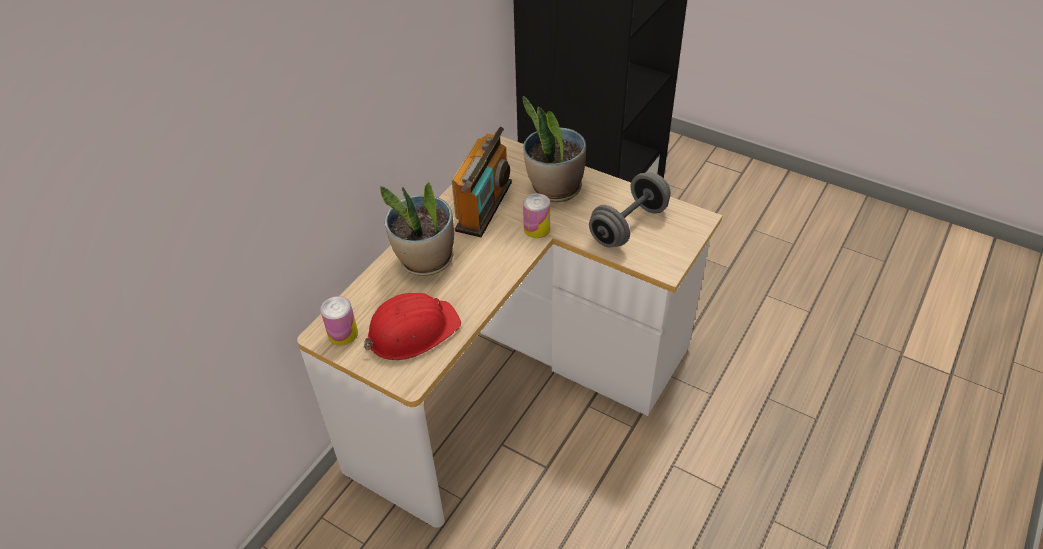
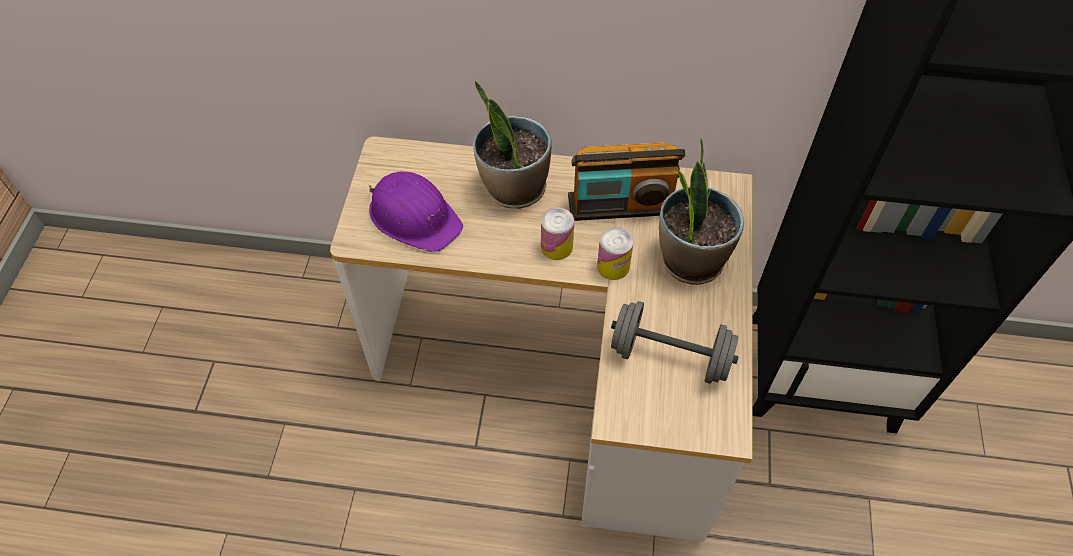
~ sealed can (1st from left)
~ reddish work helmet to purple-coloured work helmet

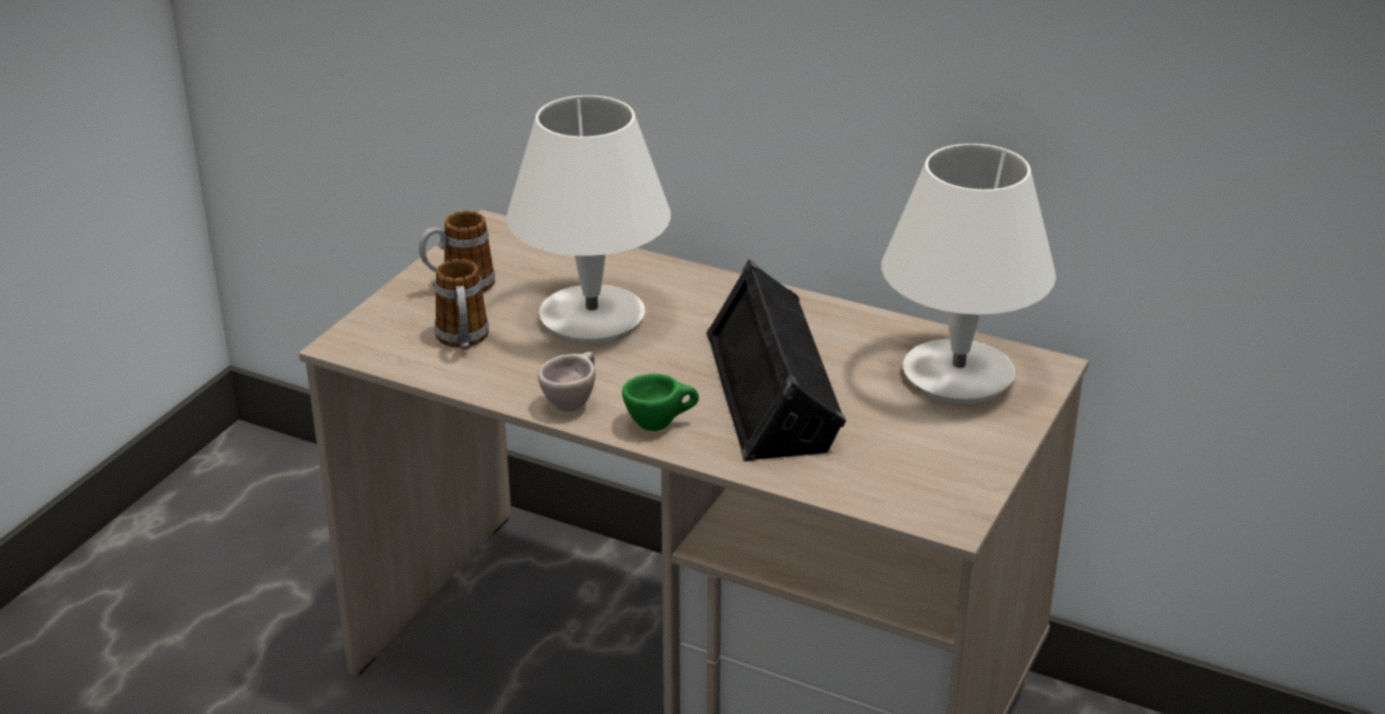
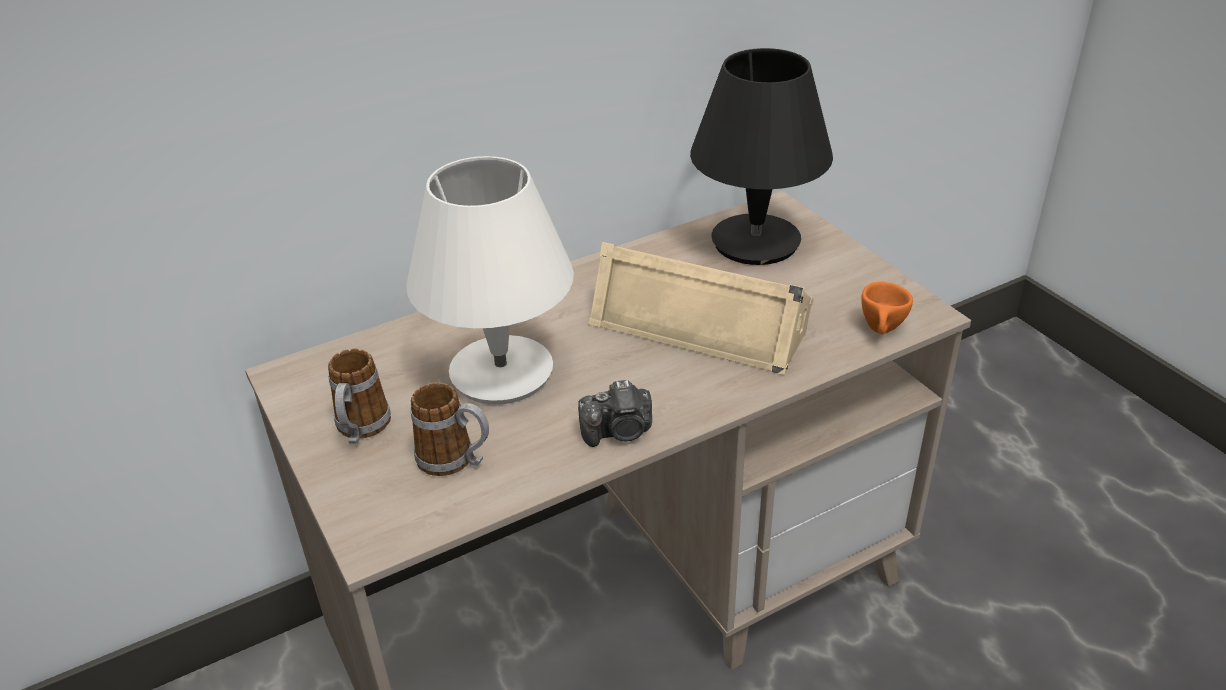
- green-coloured small cup
+ orange-coloured small cup
~ sand-coloured small cup to photo camera
~ black loudspeaker to sand-coloured loudspeaker
~ white-coloured tabletop lamp (2nd from left) to black tabletop lamp

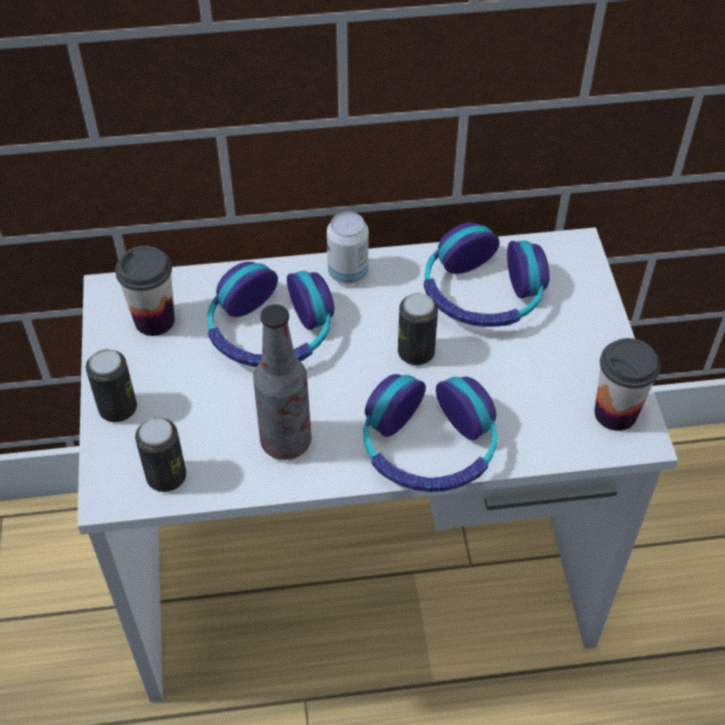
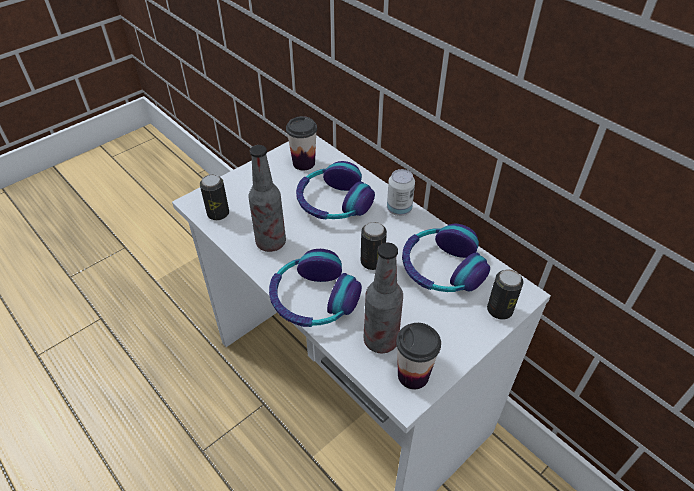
+ bottle (2nd from left)
~ sealed can (1st from left in the first image) to sealed can (4th from left)

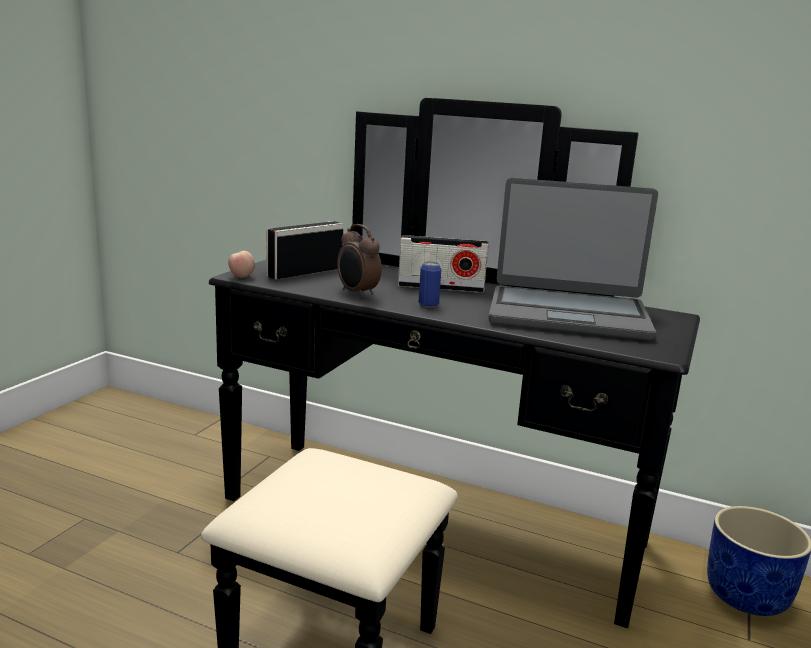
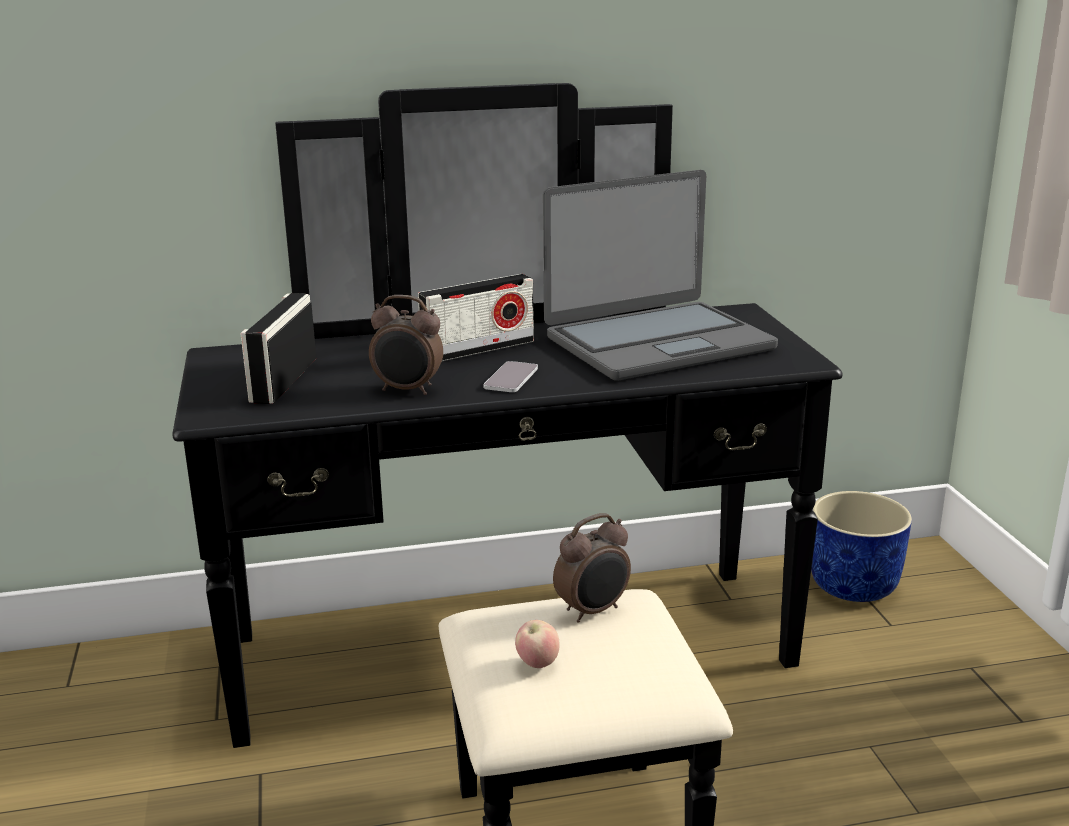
+ table clock (2nd from left)
~ whole apple
~ sealed can to handset

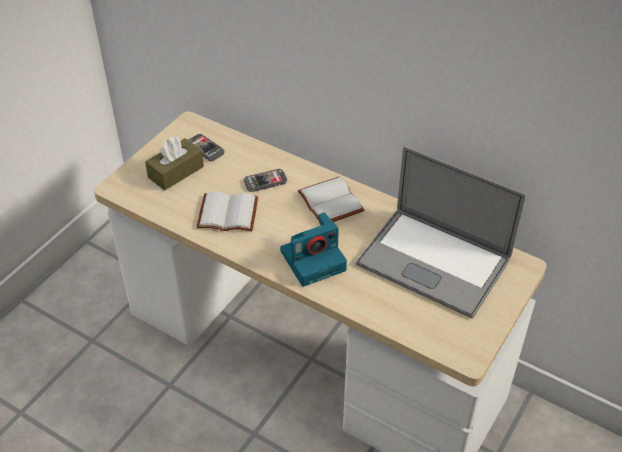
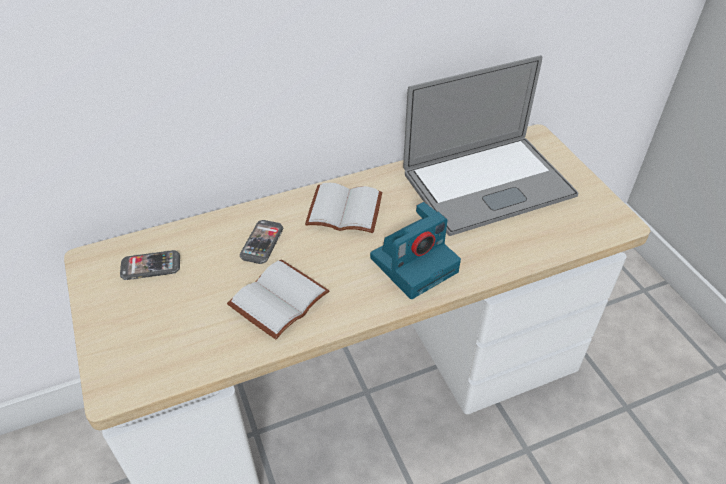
- brown-coloured tissue holder
~ photo camera 45 degrees clockwise

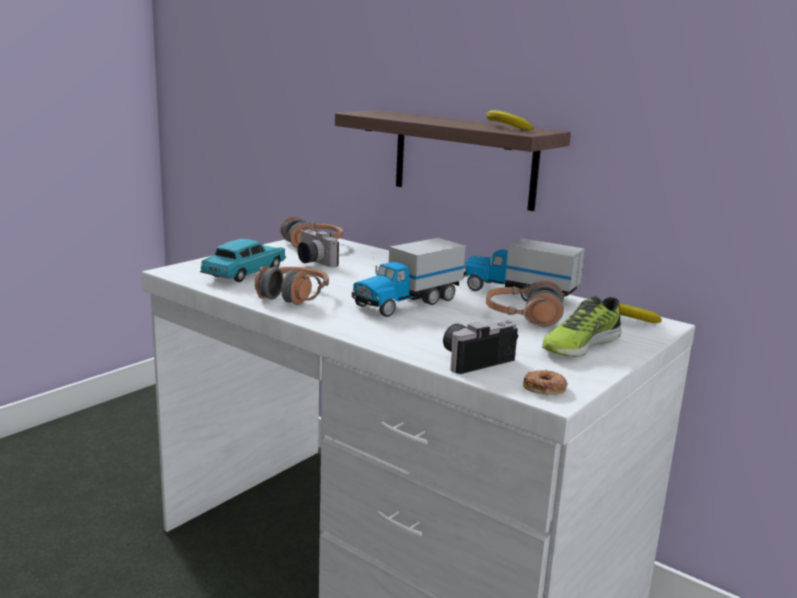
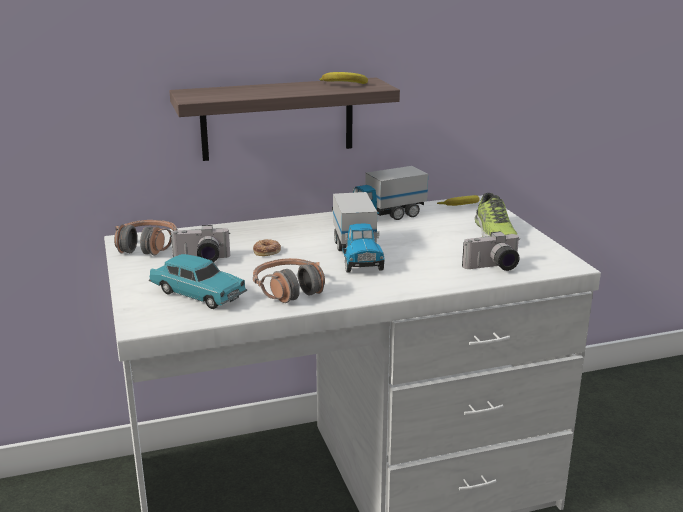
- headset (3rd from left)
~ ring doughnut
~ blue-green miniature car 150 degrees clockwise
~ photo camera (2nd from left) 105 degrees counterclockwise

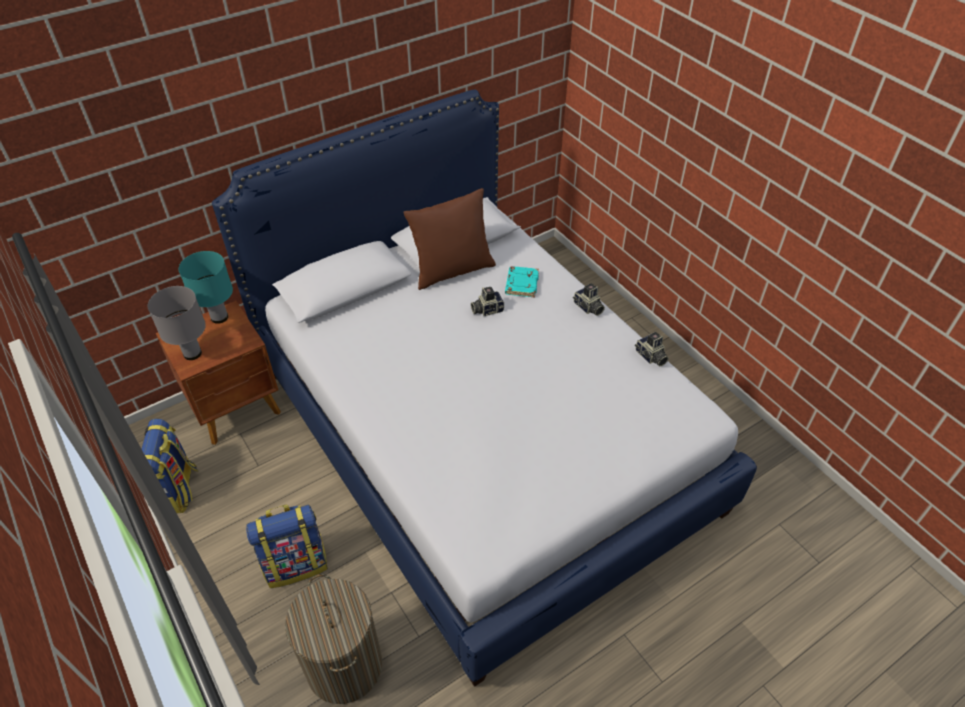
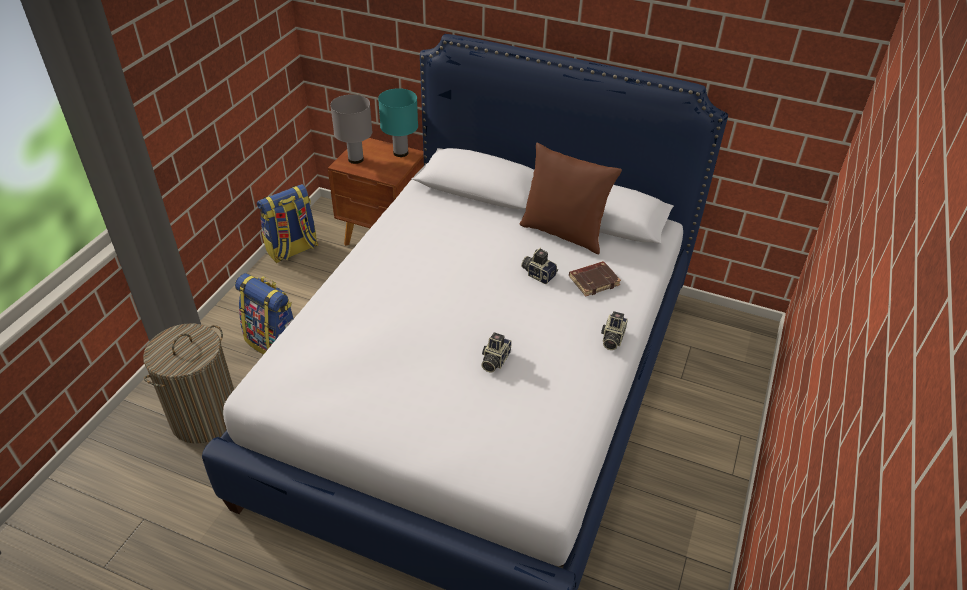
~ photo camera (3rd from left in the first image) to photo camera (1st from left)
~ blue-green book to brown-coloured book

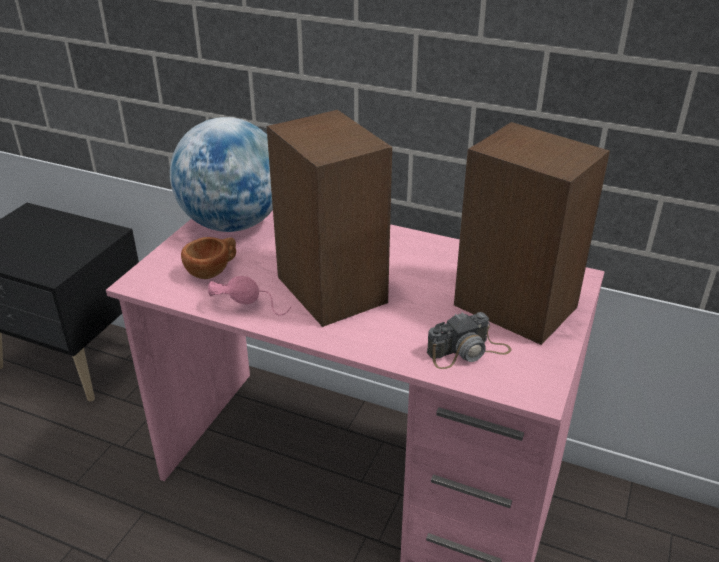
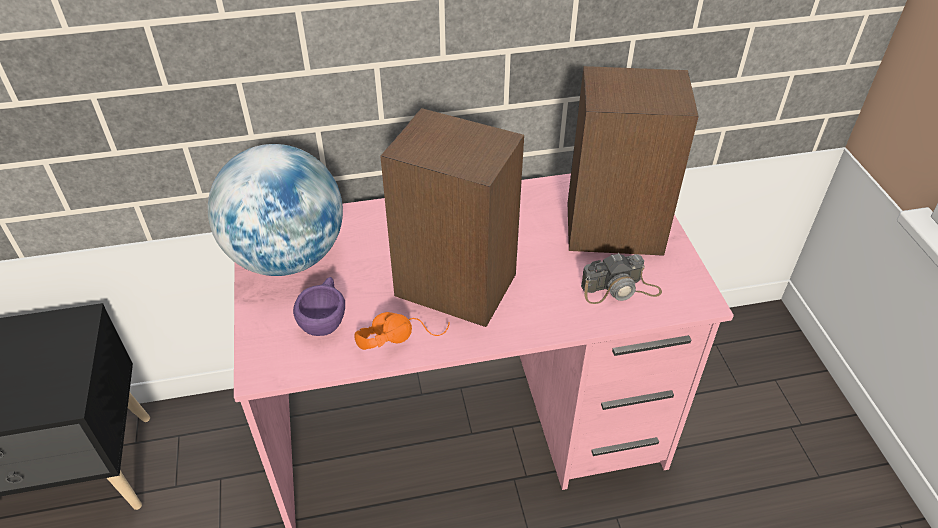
~ brown-coloured small cup to purple-coloured small cup
~ pink headset to orange-coloured headset
~ photo camera 45 degrees clockwise

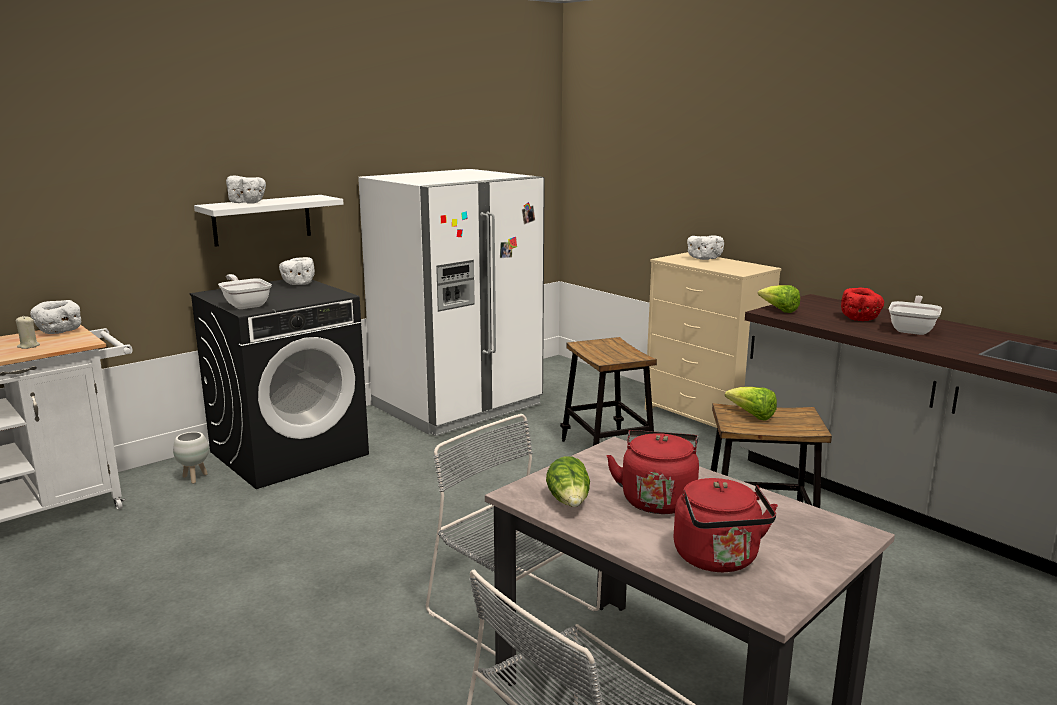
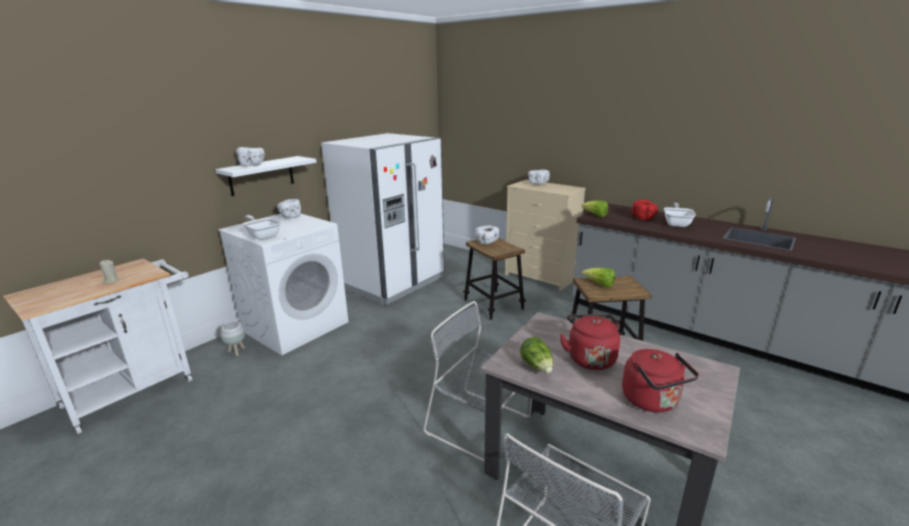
~ white-coloured serving bowl (1st from left in the first image) to white-coloured serving bowl (3rd from left)
~ black washing machine to white-coloured washing machine

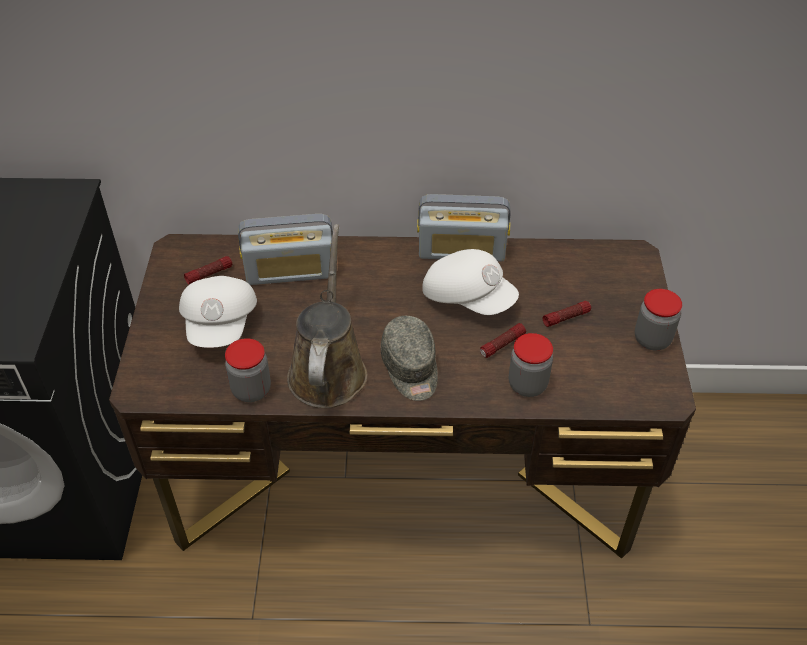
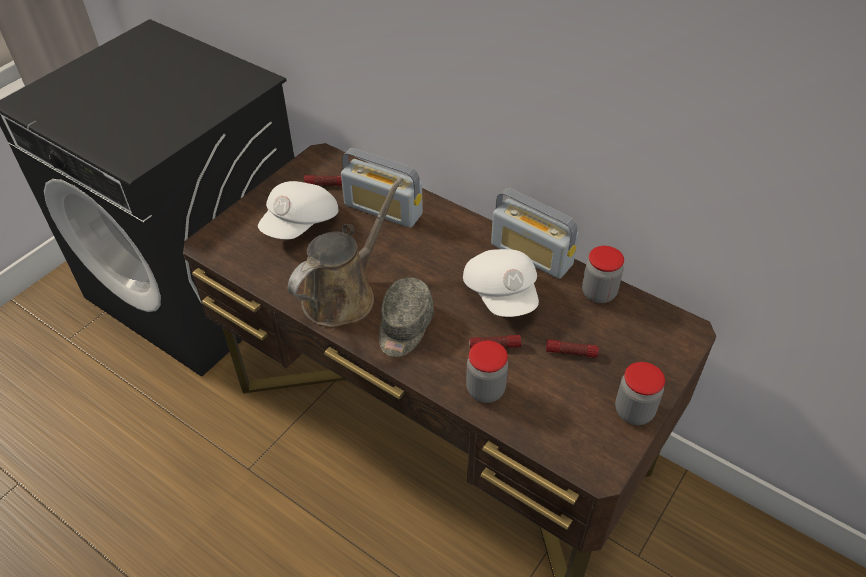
~ jar (1st from left in the first image) to jar (2nd from left)

